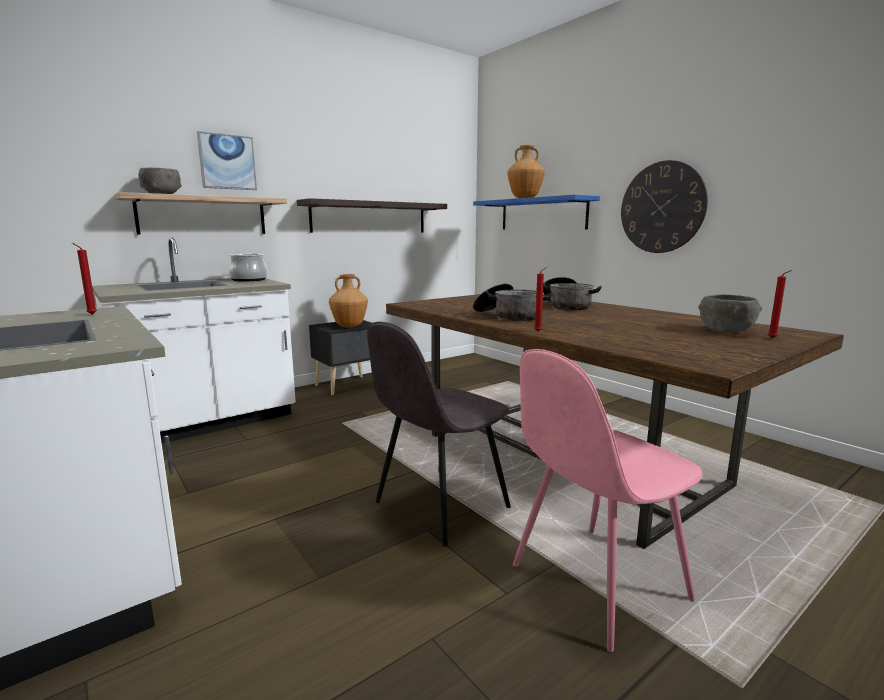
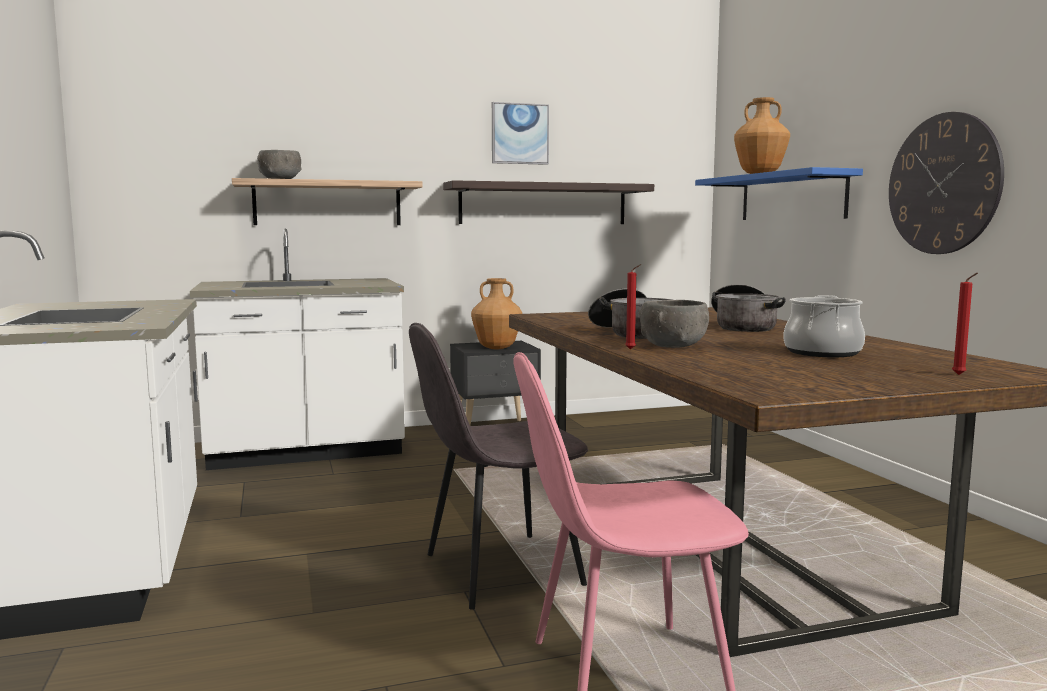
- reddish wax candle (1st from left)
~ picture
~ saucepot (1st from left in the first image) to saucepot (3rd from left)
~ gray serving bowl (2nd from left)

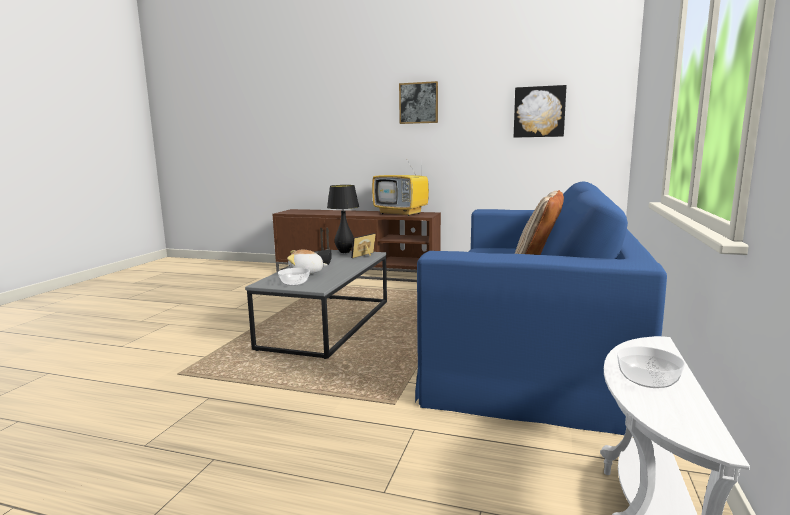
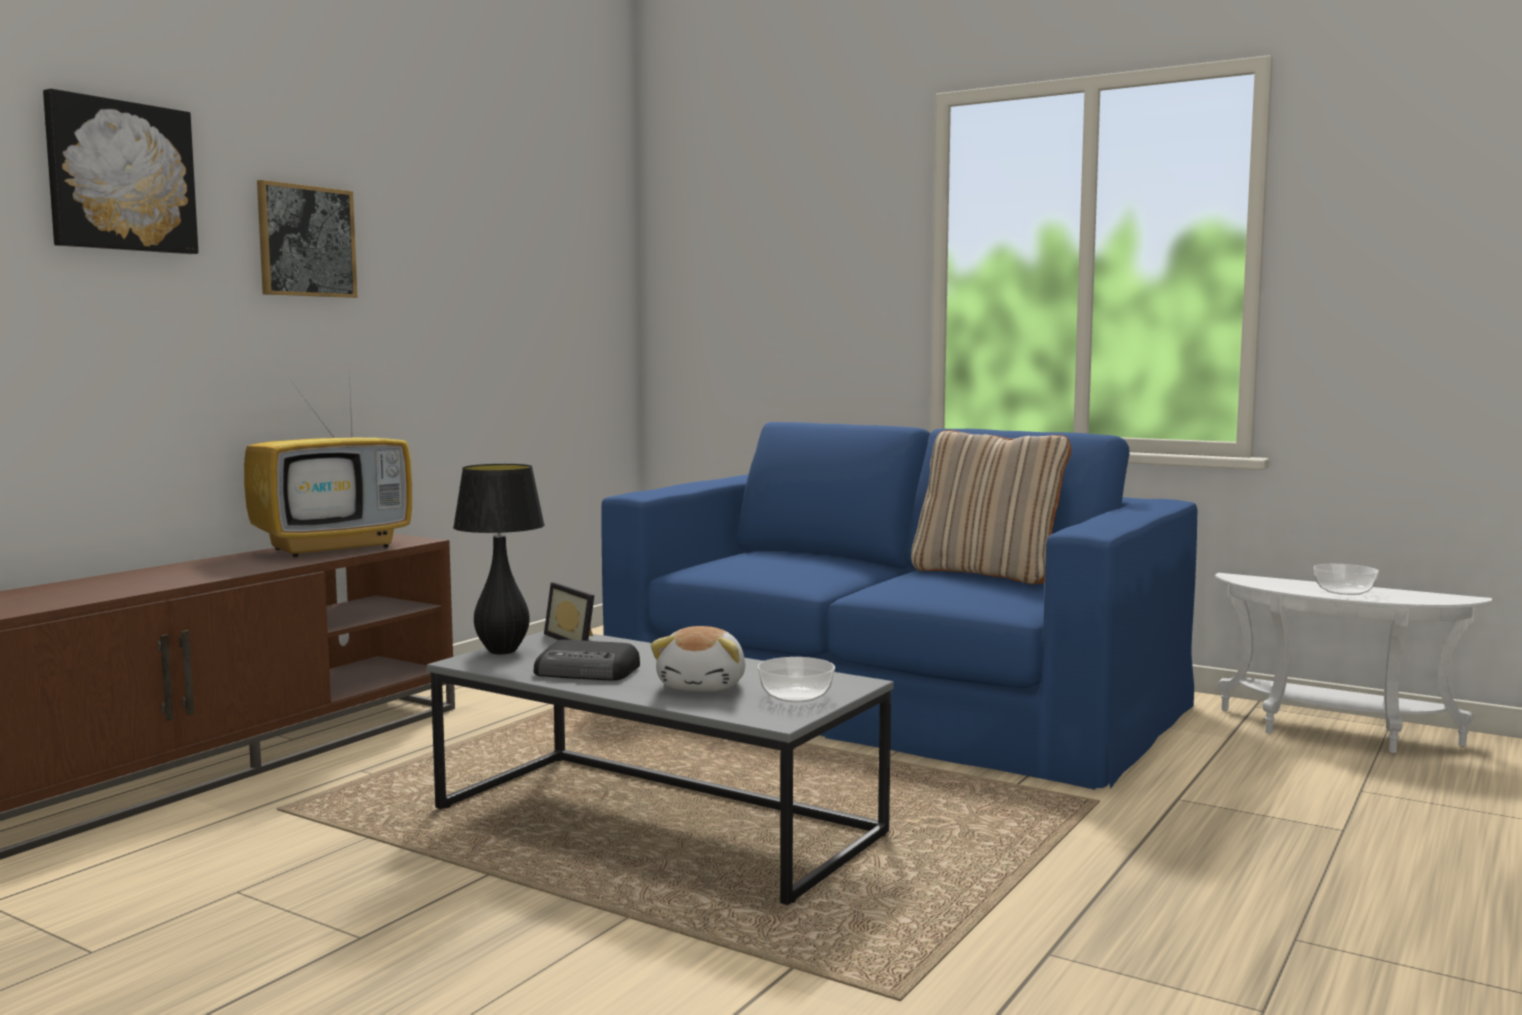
~ picture (2nd from left in the first image) to picture (1st from left)

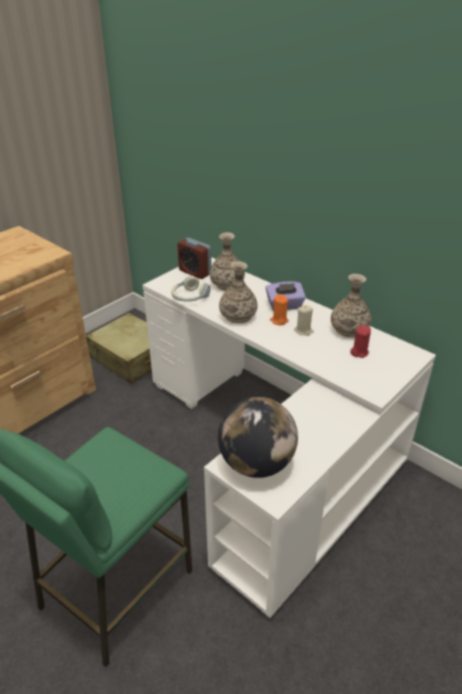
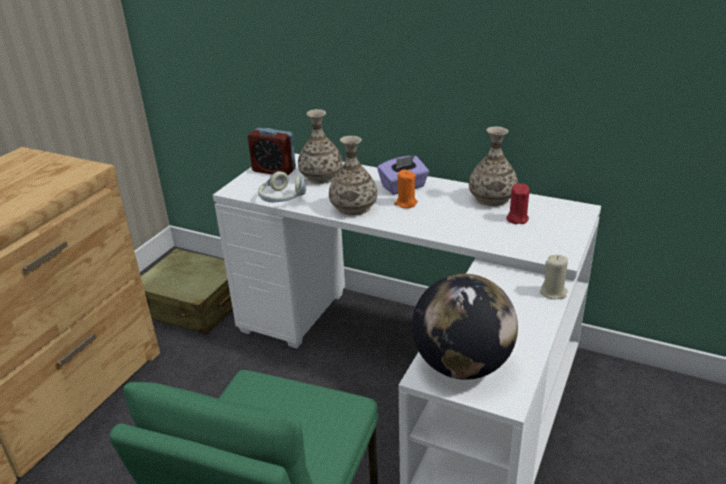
~ sand-coloured wax candle

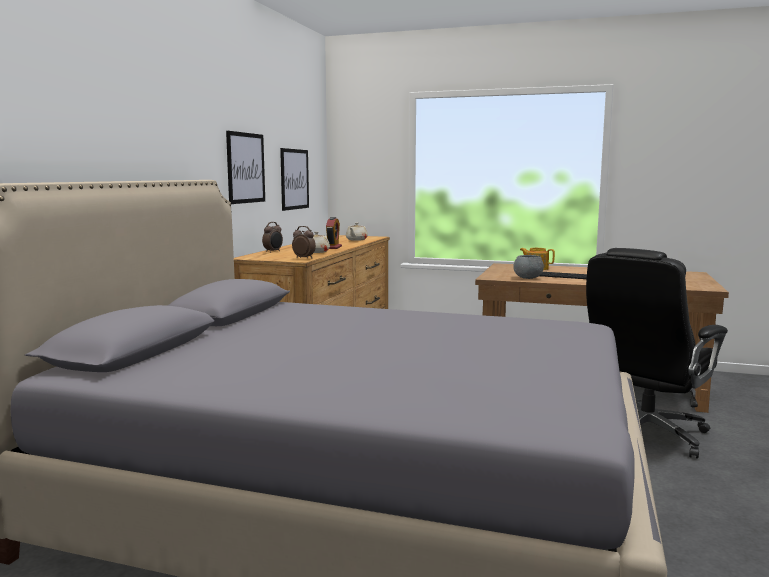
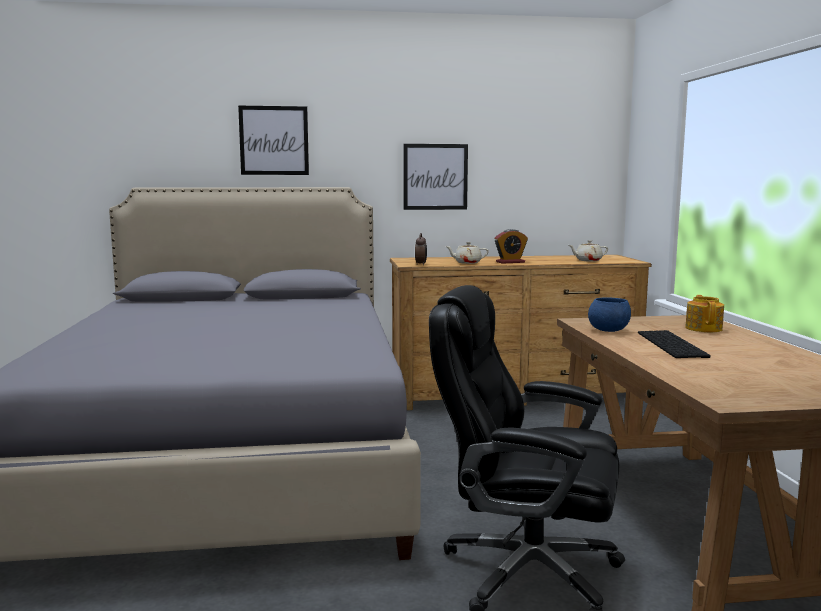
- table clock (1st from left)
~ picture (2nd from left in the first image) to picture (1st from left)
~ gray serving bowl to blue-coloured serving bowl

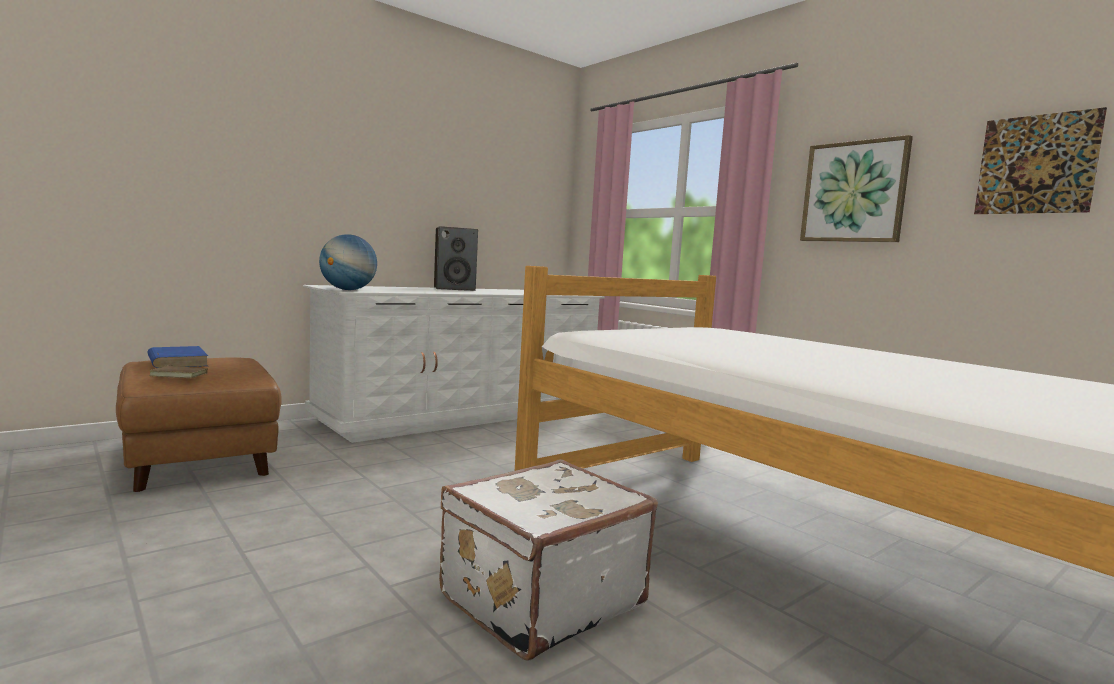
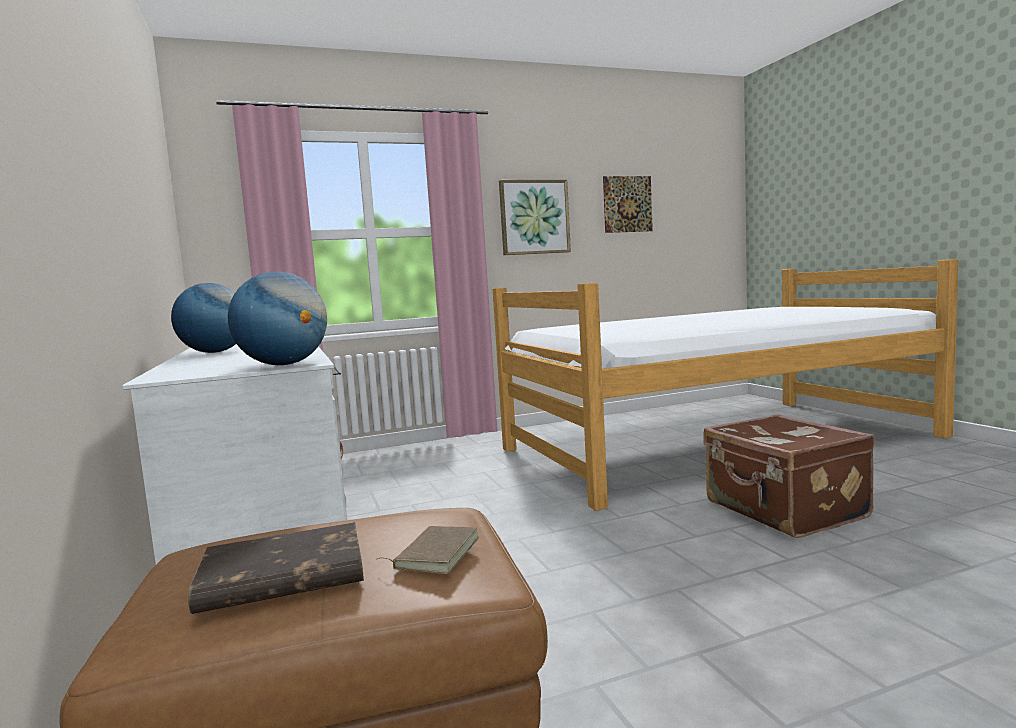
~ loudspeaker to globe (1st from left)
~ blue-coloured book to brown-coloured book (1st from left)
~ white-coloured piece of luggage to brown-coloured piece of luggage

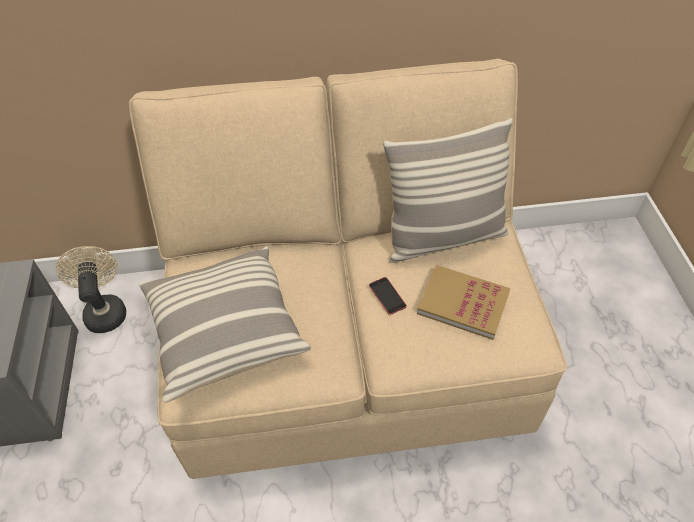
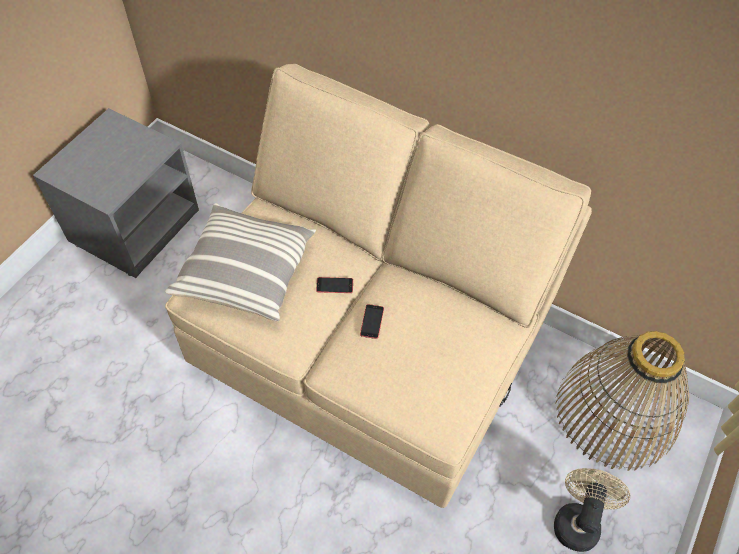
- pillow (2nd from left)
- book
+ handset (1st from left)
+ storage basket
~ sand-coloured electric fan

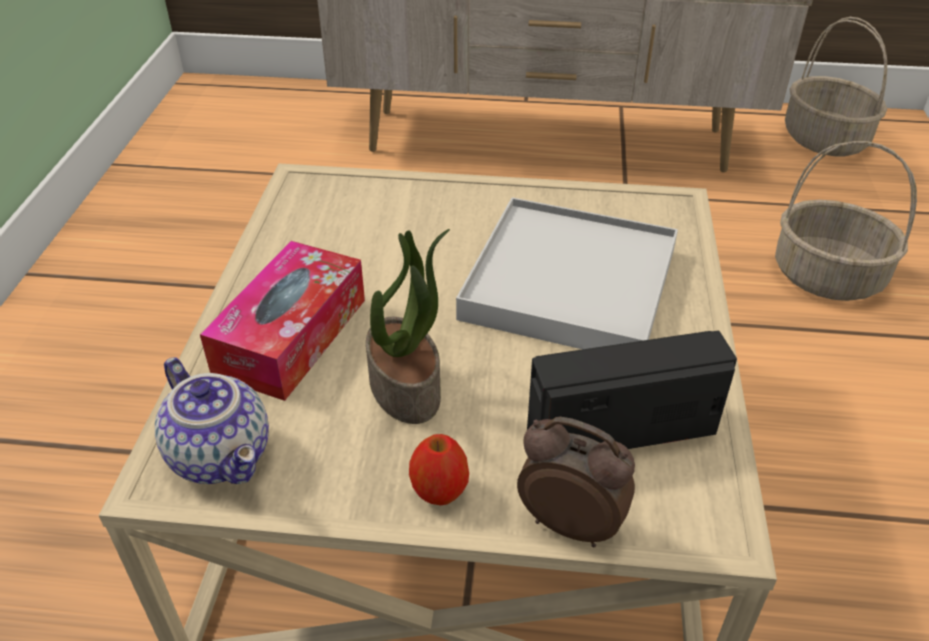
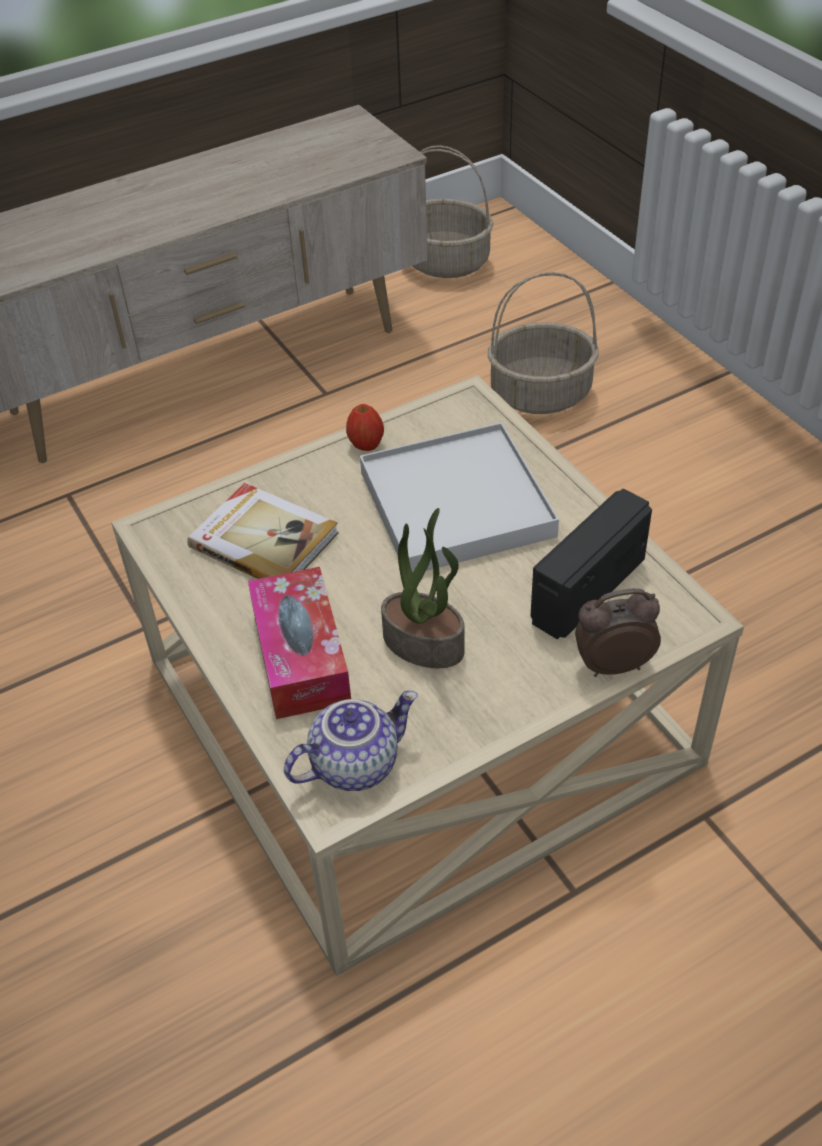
+ book
~ whole apple
~ tea pot 45 degrees counterclockwise

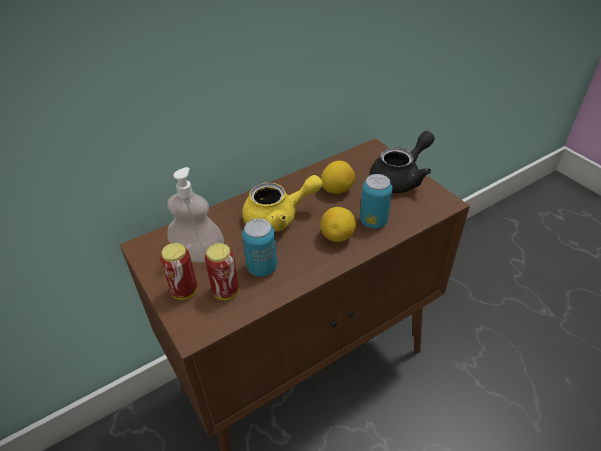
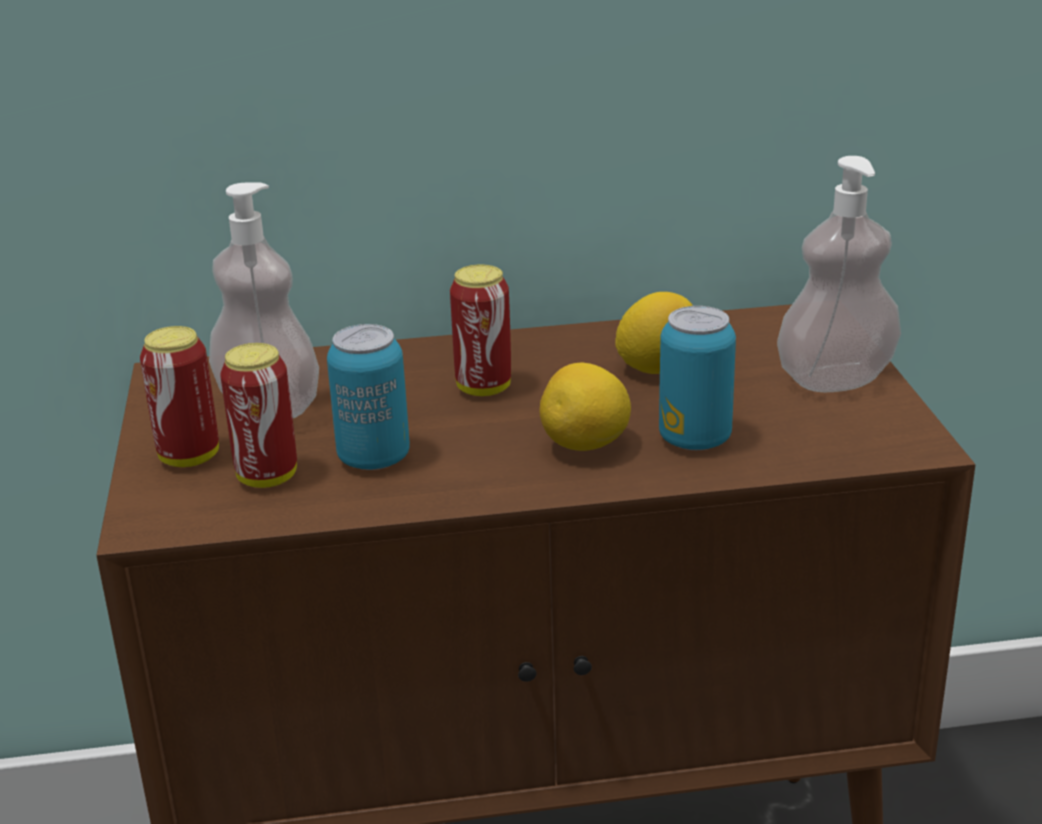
~ yellowish tea pot to sealed can (4th from left)
~ black tea pot to soap dispenser (2nd from left)

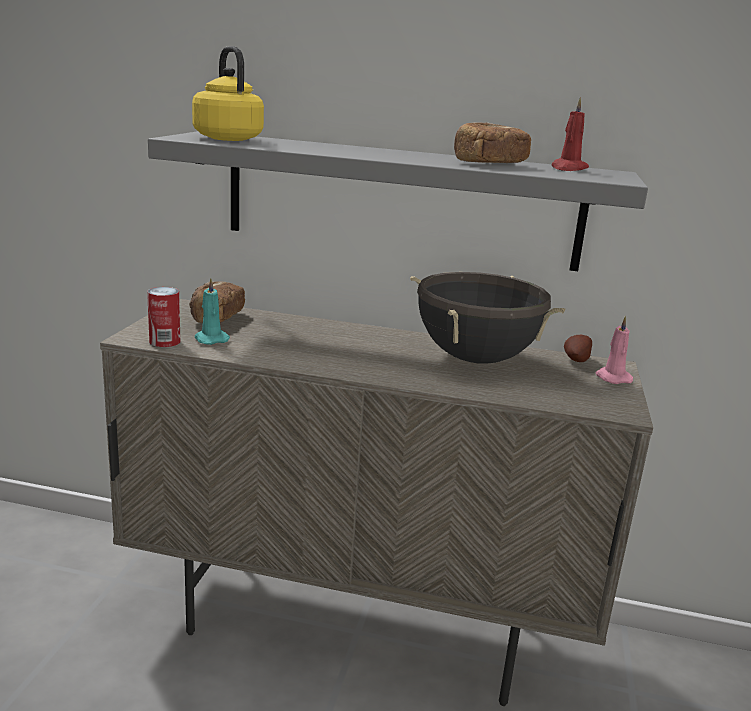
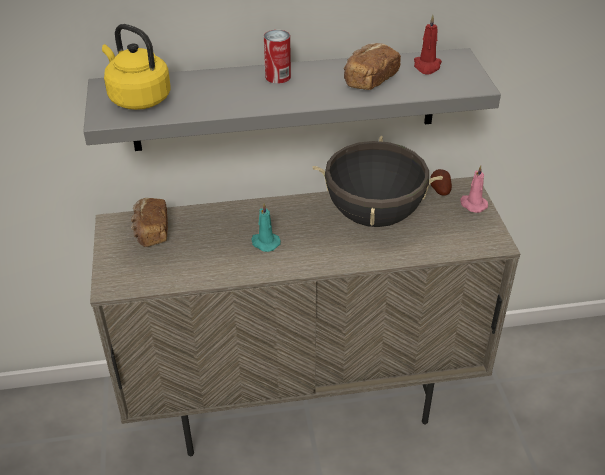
~ sealed can
~ blue-green wax candle

